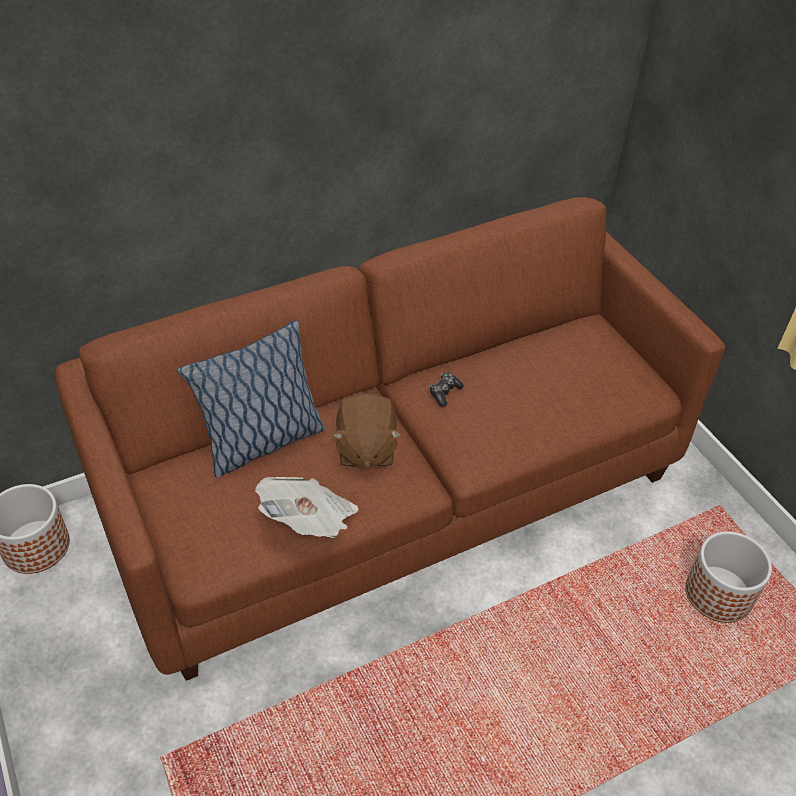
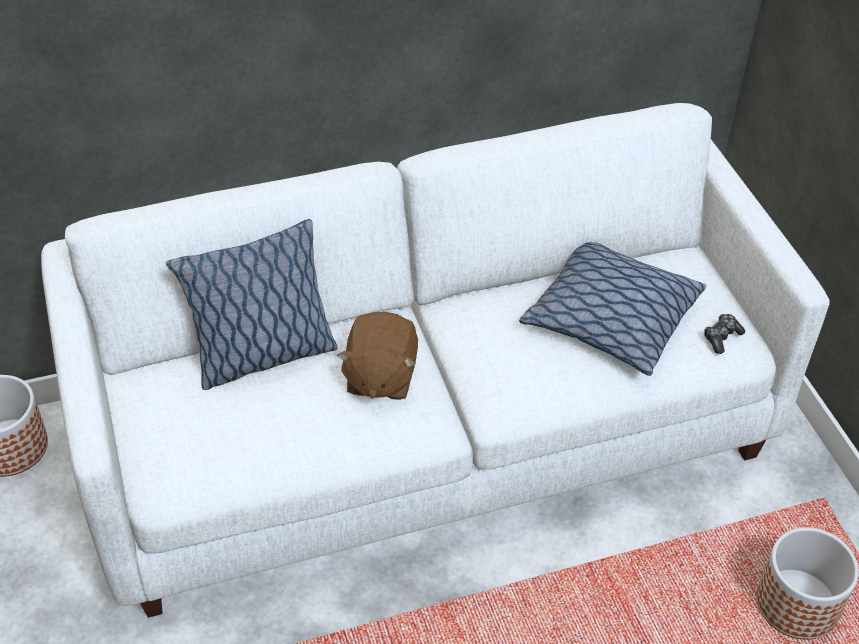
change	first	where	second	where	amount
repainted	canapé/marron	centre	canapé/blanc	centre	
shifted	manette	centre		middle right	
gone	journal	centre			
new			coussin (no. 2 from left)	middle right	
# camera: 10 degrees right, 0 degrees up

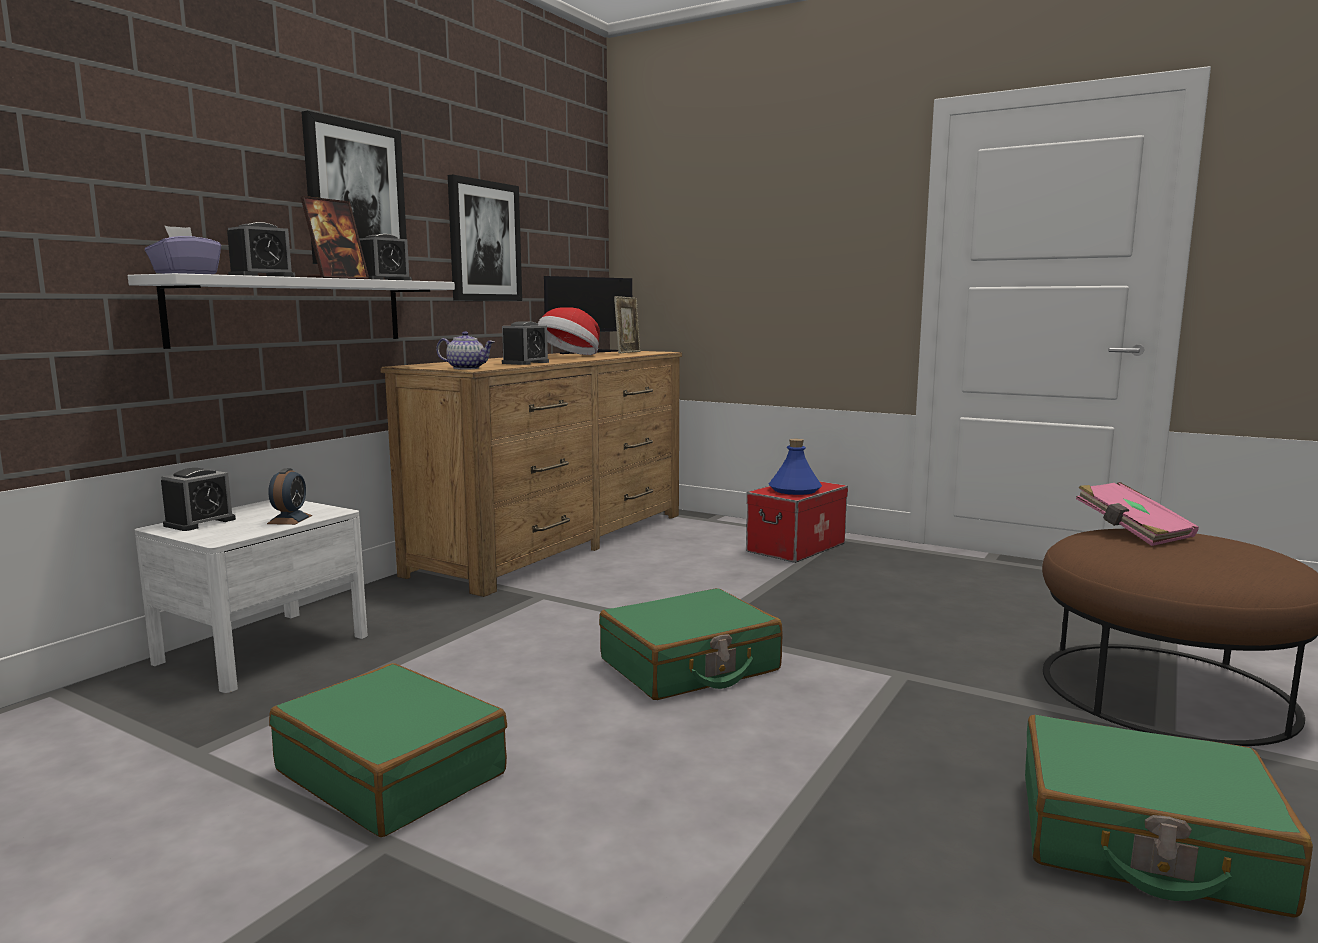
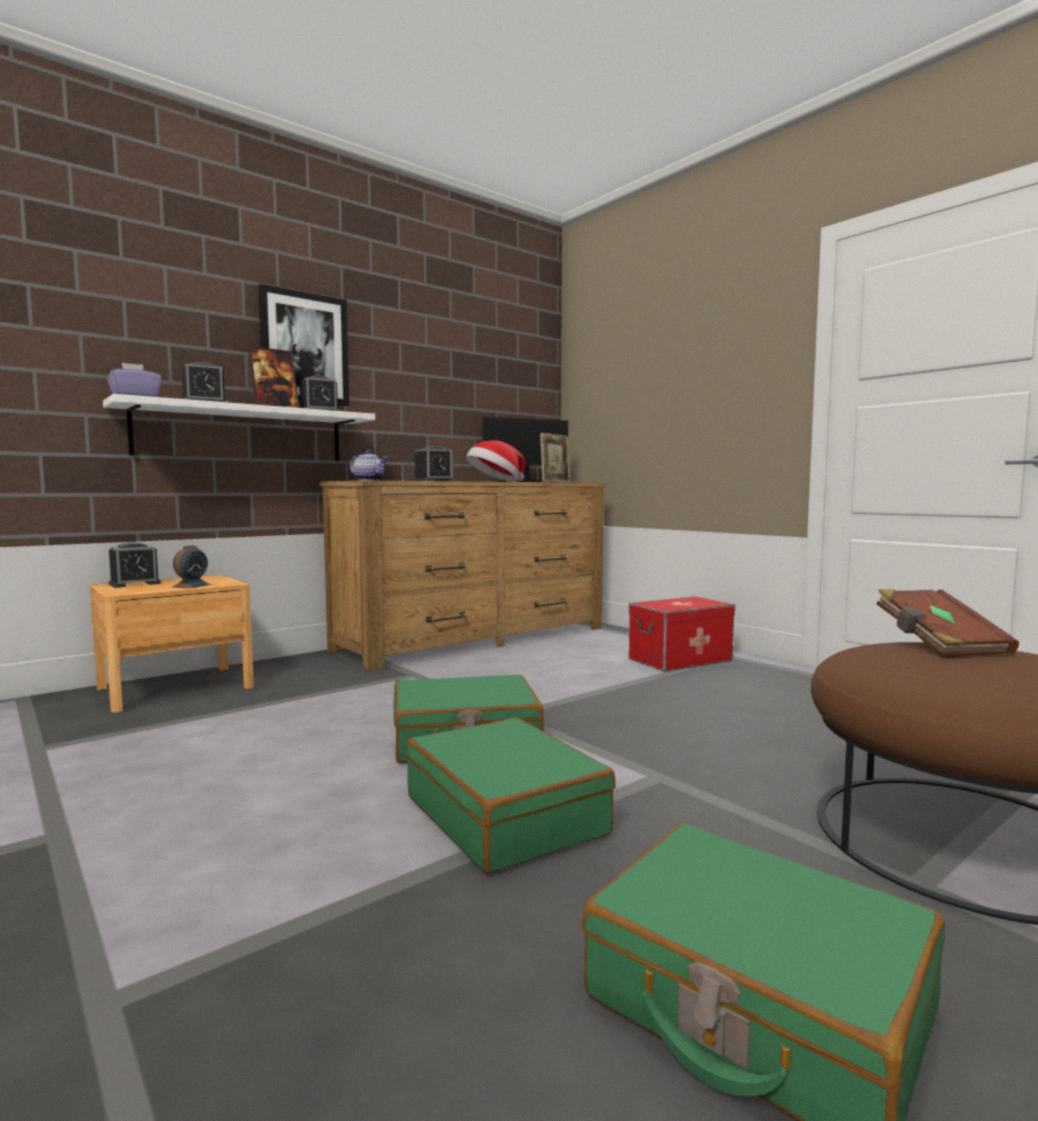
change	first	where	second	where	amount
gone	tableau (no. 2 from left)	top centre			
gone	bouteille/bleu	centre			
repainted	livre/rose	middle right	livre/marron	middle right	
repainted	table de chevet/blanc	middle left	table de chevet/marron	middle left	
shifted	valise/vert (no. 1 from left in the first image)	bottom left	valise/vert (no. 2 from left)	bottom centre	
# camera: 20 degrees right, 5 degrees down

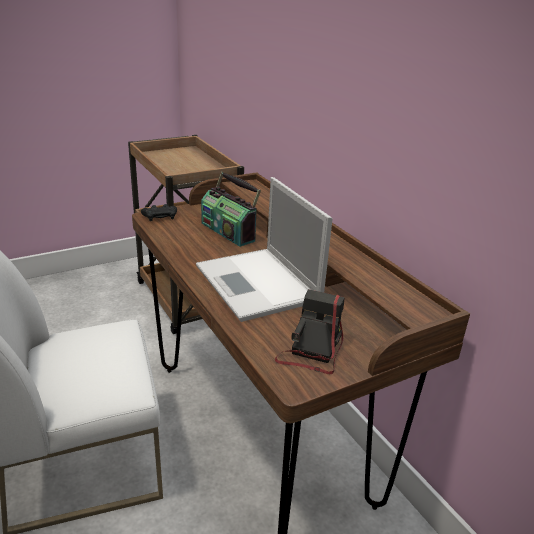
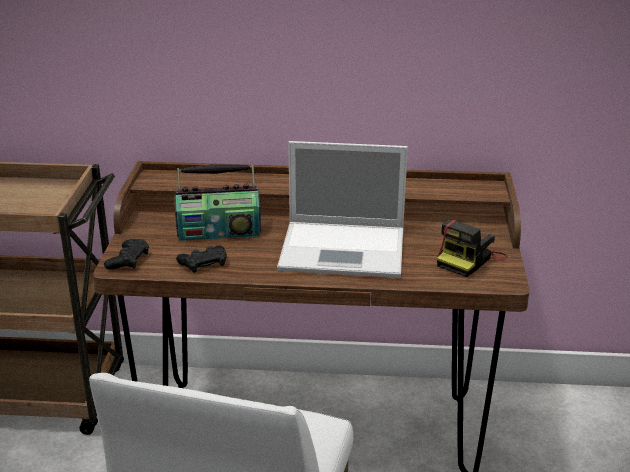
change	first	where	second	where	amount
rotated	appareil photo	centre		middle right	105 degrees counterclockwise
new			manette/noir (no. 2 from left)	middle left	
# camera: 55 degrees left, 0 degrees up

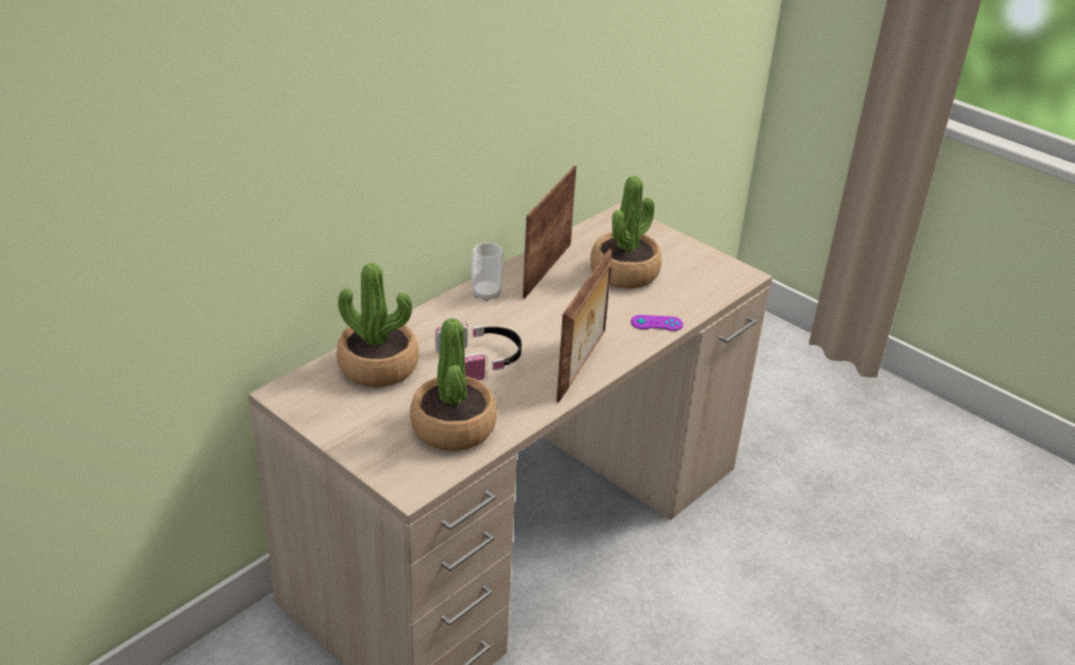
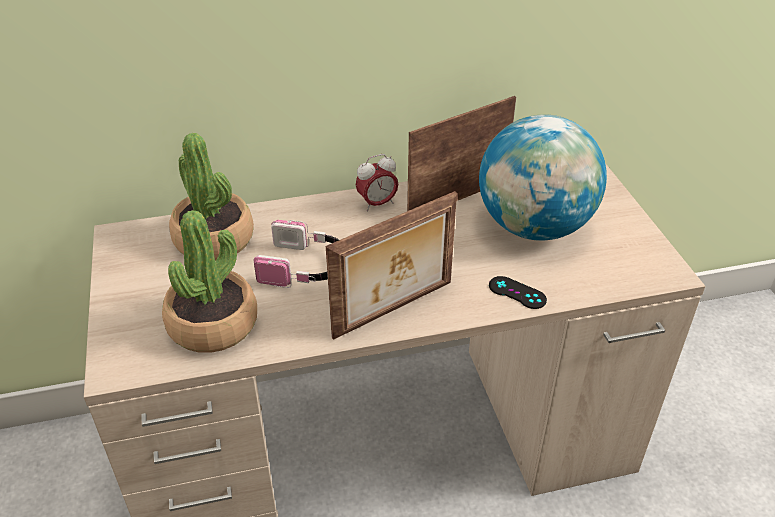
change	first	where	second	where	amount
swapped	plante en pot (no. 3 from left)	centre	globe	middle right	
swapped	tasse	centre	réveil	centre	
repainted	manette/violet	centre	manette/noir	middle right	
# camera: 35 degrees right, 5 degrees up

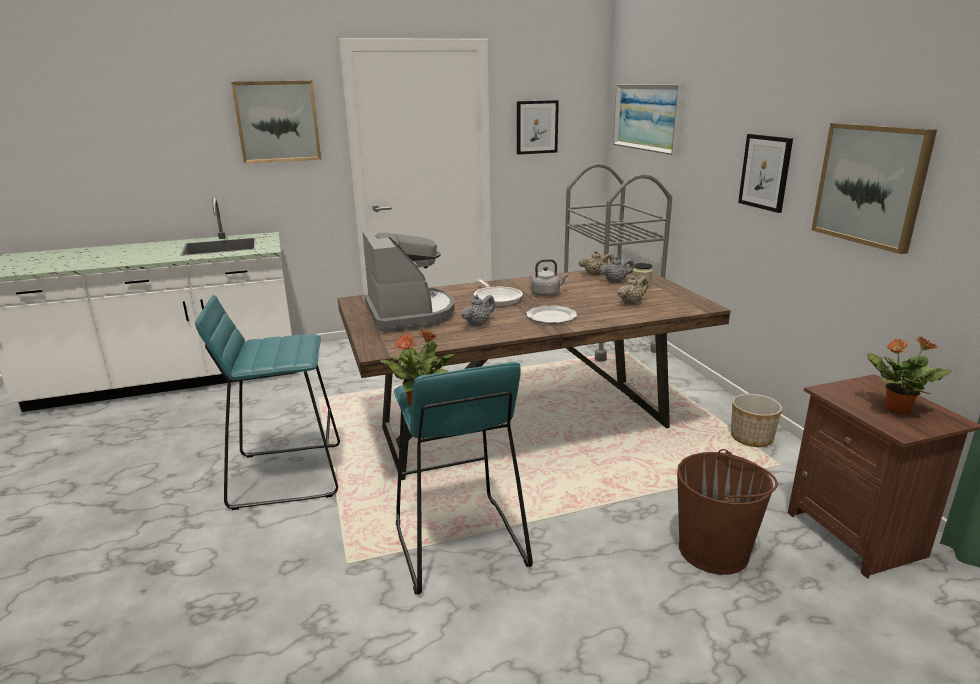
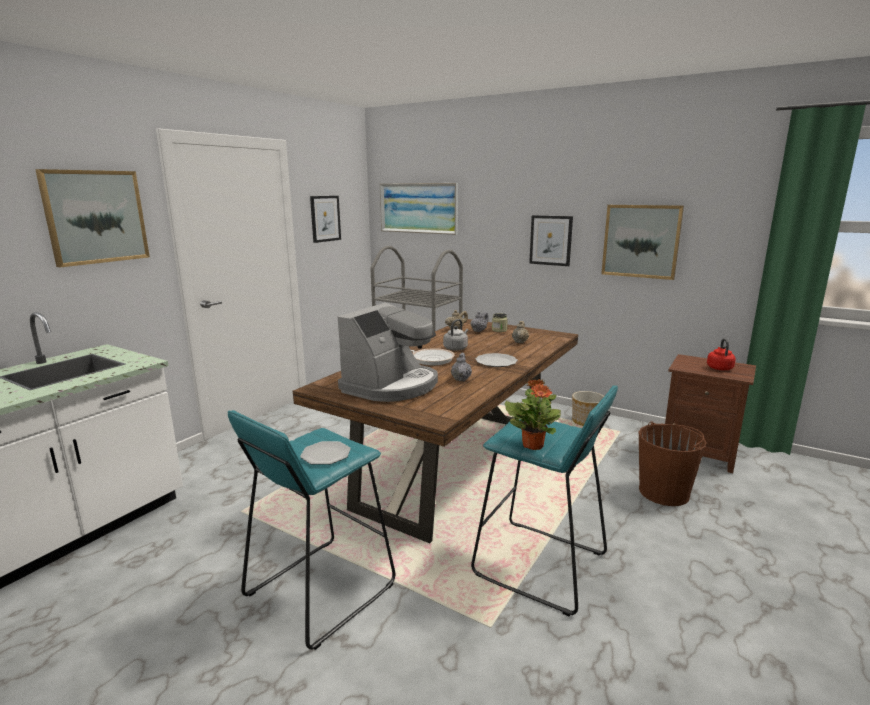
change	first	where	second	where	amount
rotated	machine à café	centre		centre	90 degrees clockwise
swapped	plante en pot (no. 2 from left)	middle right	bouilloire/rouge	middle right	
new			assiette (no. 1 from left)	centre	
# camera: 40 degrees left, 5 degrees down

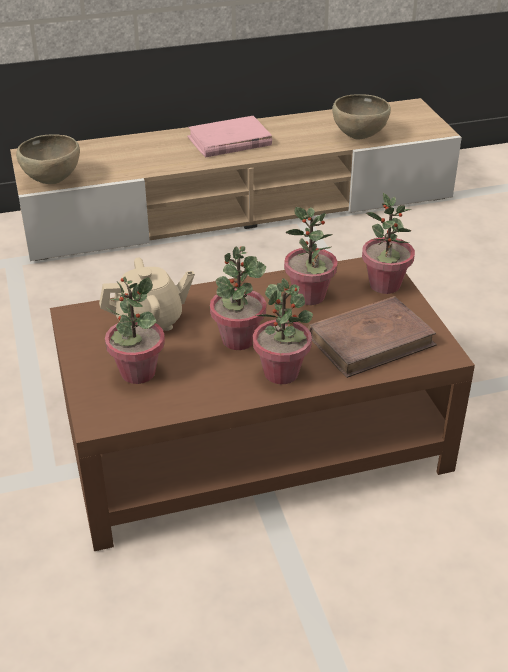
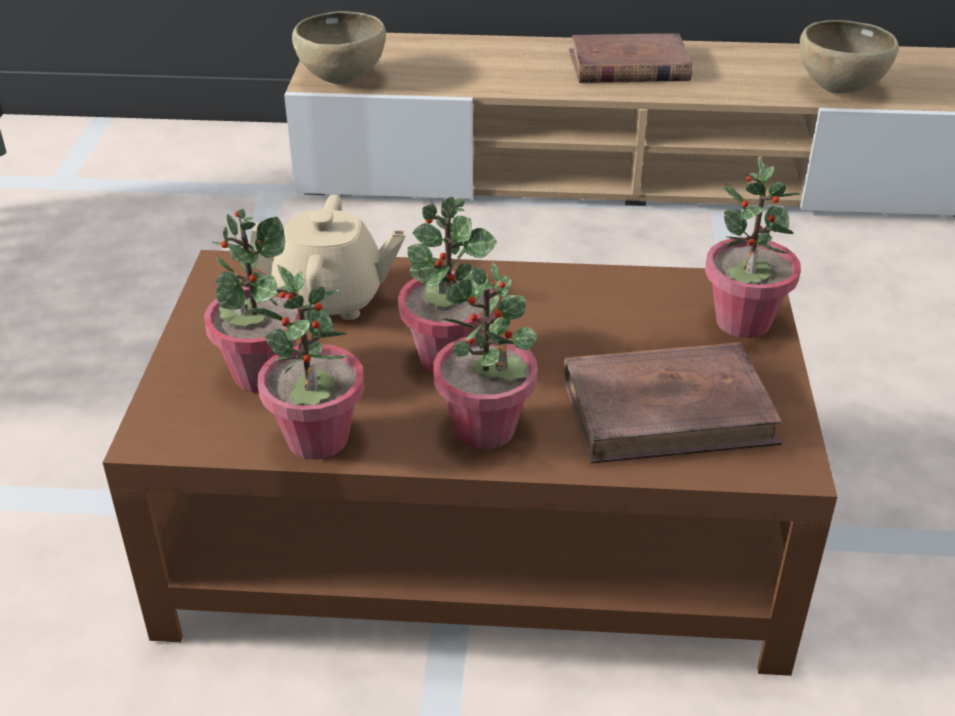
change	first	where	second	where	amount
repainted	livre/rose	top centre	livre/marron (no. 1 from left)	top centre	
shifted	plante en pot (no. 4 from left in the first image)	centre	plante en pot (no. 2 from left)	middle left	
# camera: 20 degrees right, 0 degrees up

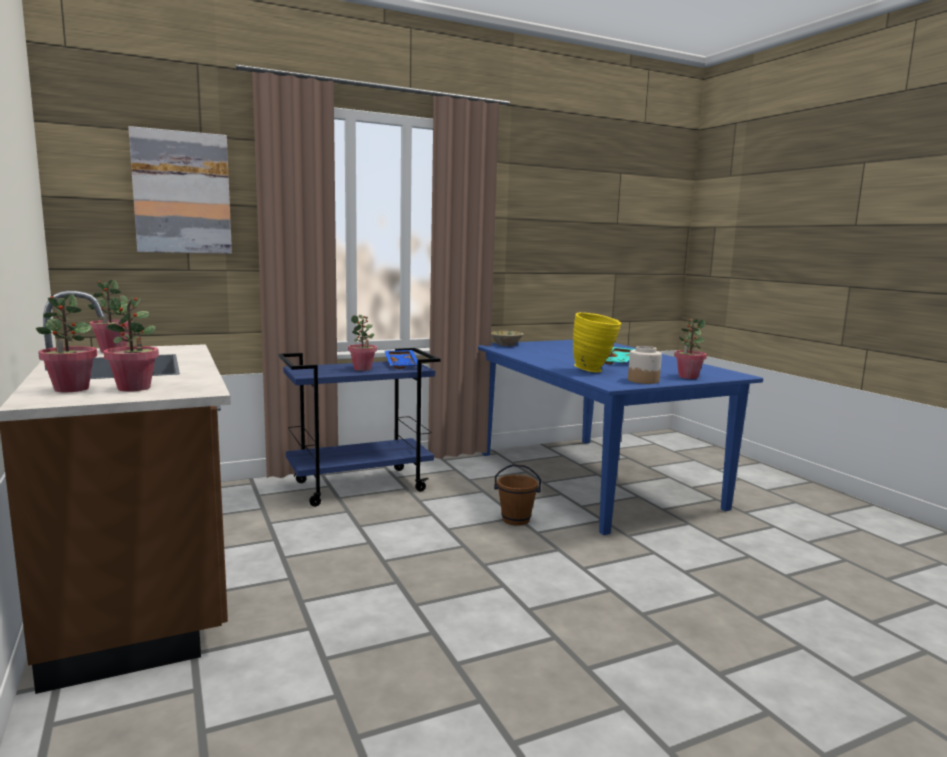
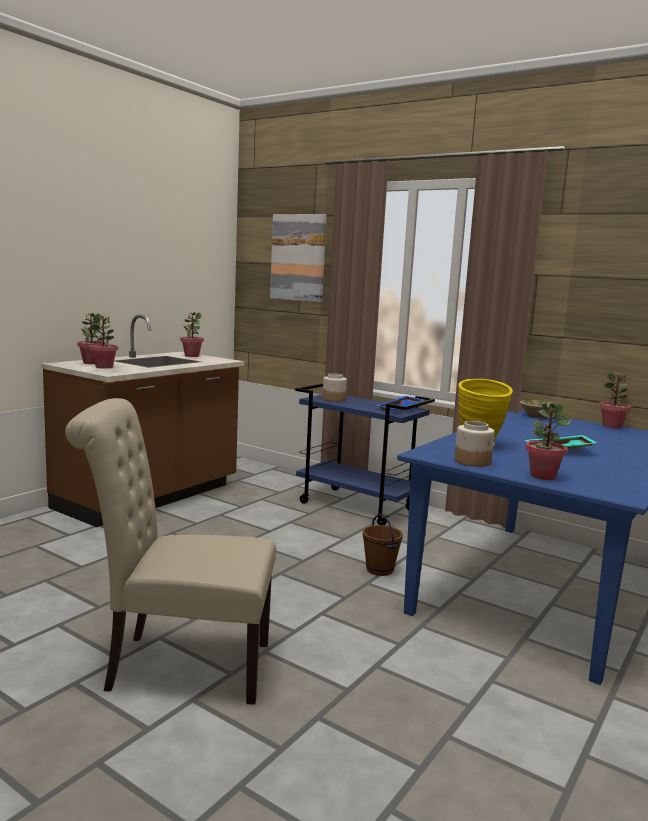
change	first	where	second	where	amount
shifted	plante en pot (no. 4 from left in the first image)	centre	plante en pot (no. 5 from left)	middle right	
new			bocal (no. 1 from left)	centre	
new			chaise/beige	bottom left	
# camera: 60 degrees right, 0 degrees up

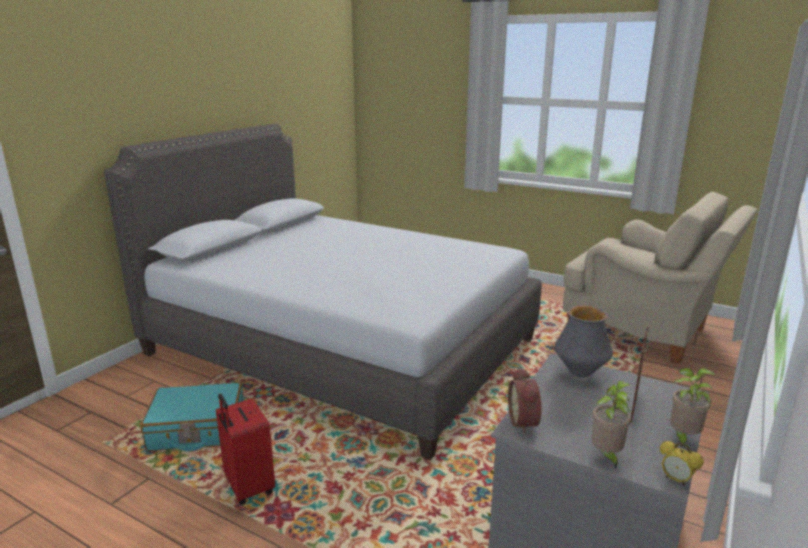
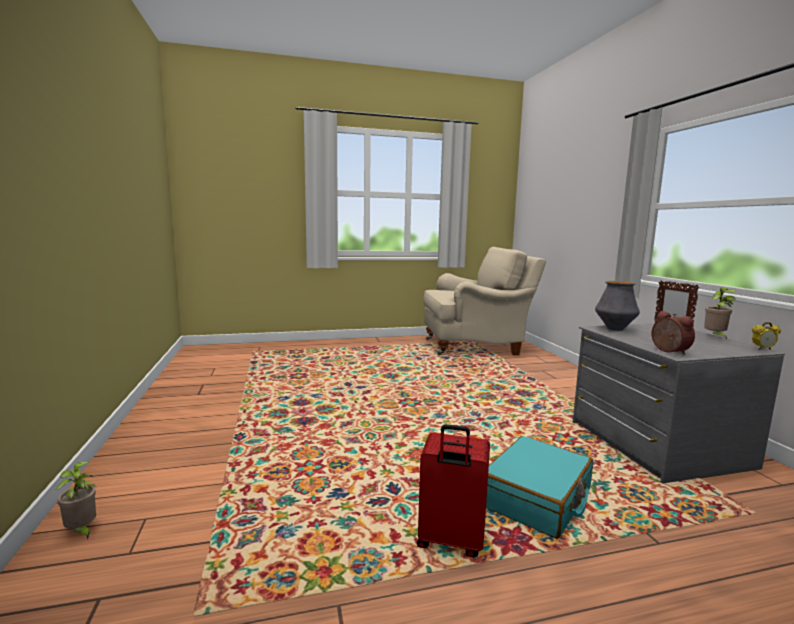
change	first	where	second	where	amount
gone	lit/gris	centre			
rotated	réveil (no. 1 from left)	bottom centre		middle right	150 degrees counterclockwise
shifted	plante en pot (no. 1 from left)	bottom right		bottom left	
shifted	valise/turquoise	bottom left		bottom right	
# camera: 45 degrees left, 10 degrees down

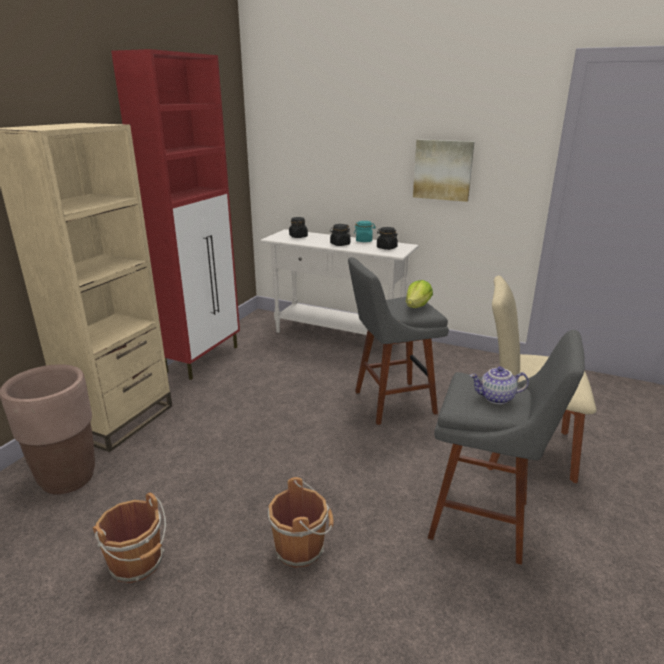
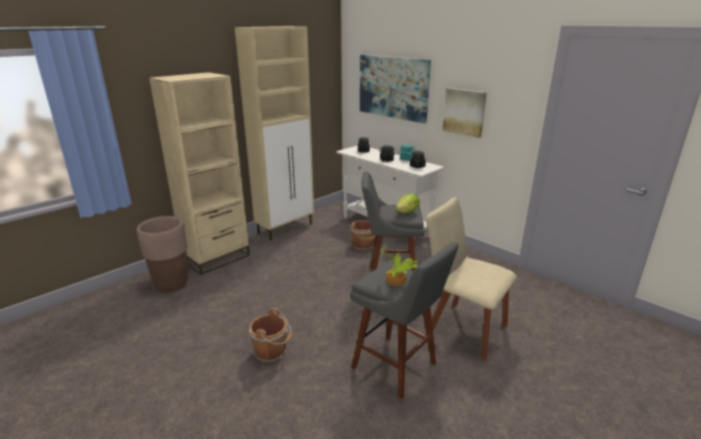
change	first	where	second	where	amount
repainted	meuble de rangement/rouge	top left	meuble de rangement/beige	top centre	
swapped	théière	middle right	plante en pot	centre	
shifted	seau/marron (no. 1 from left in the first image)	bottom left	seau/marron (no. 2 from left)	centre	
new			tableau (no. 1 from left)	top centre	
# camera: 20 degrees right, 0 degrees up

